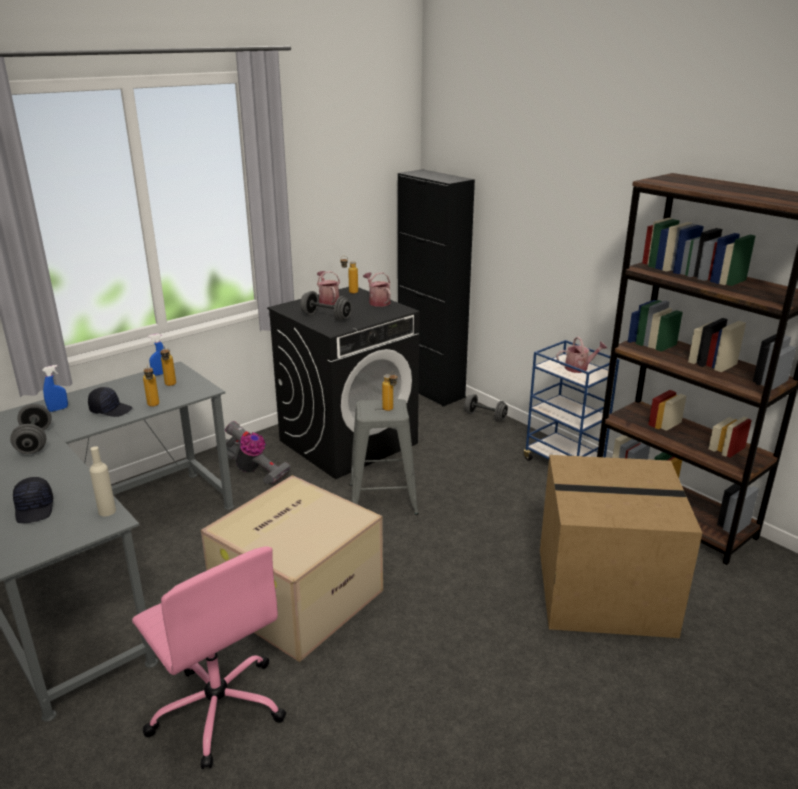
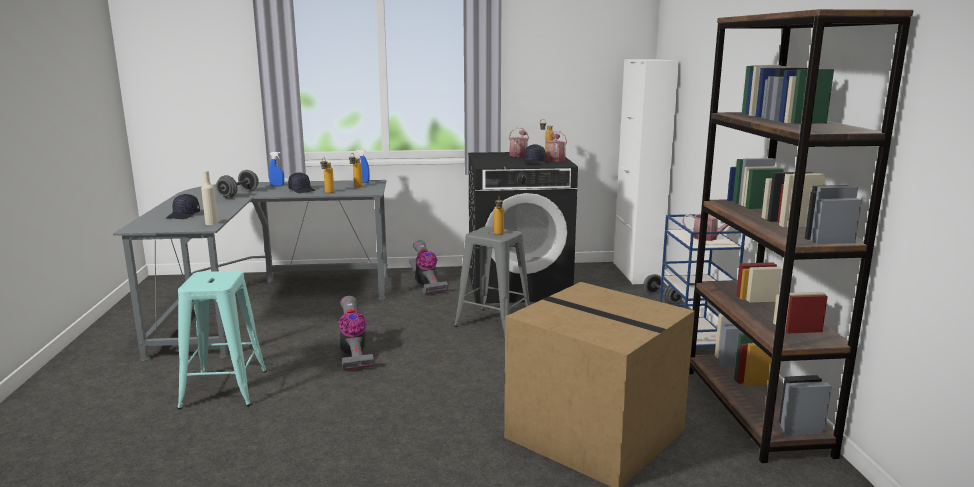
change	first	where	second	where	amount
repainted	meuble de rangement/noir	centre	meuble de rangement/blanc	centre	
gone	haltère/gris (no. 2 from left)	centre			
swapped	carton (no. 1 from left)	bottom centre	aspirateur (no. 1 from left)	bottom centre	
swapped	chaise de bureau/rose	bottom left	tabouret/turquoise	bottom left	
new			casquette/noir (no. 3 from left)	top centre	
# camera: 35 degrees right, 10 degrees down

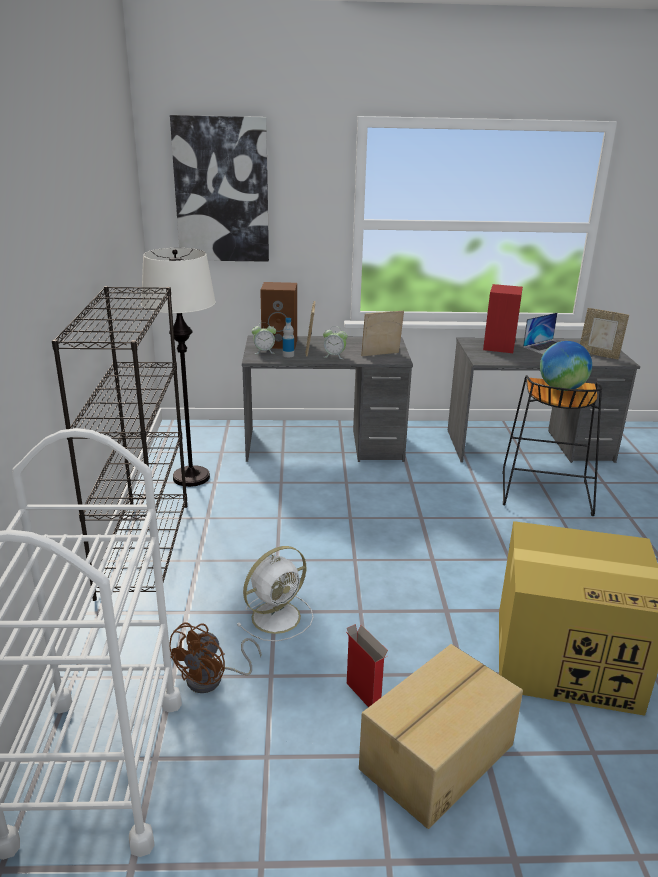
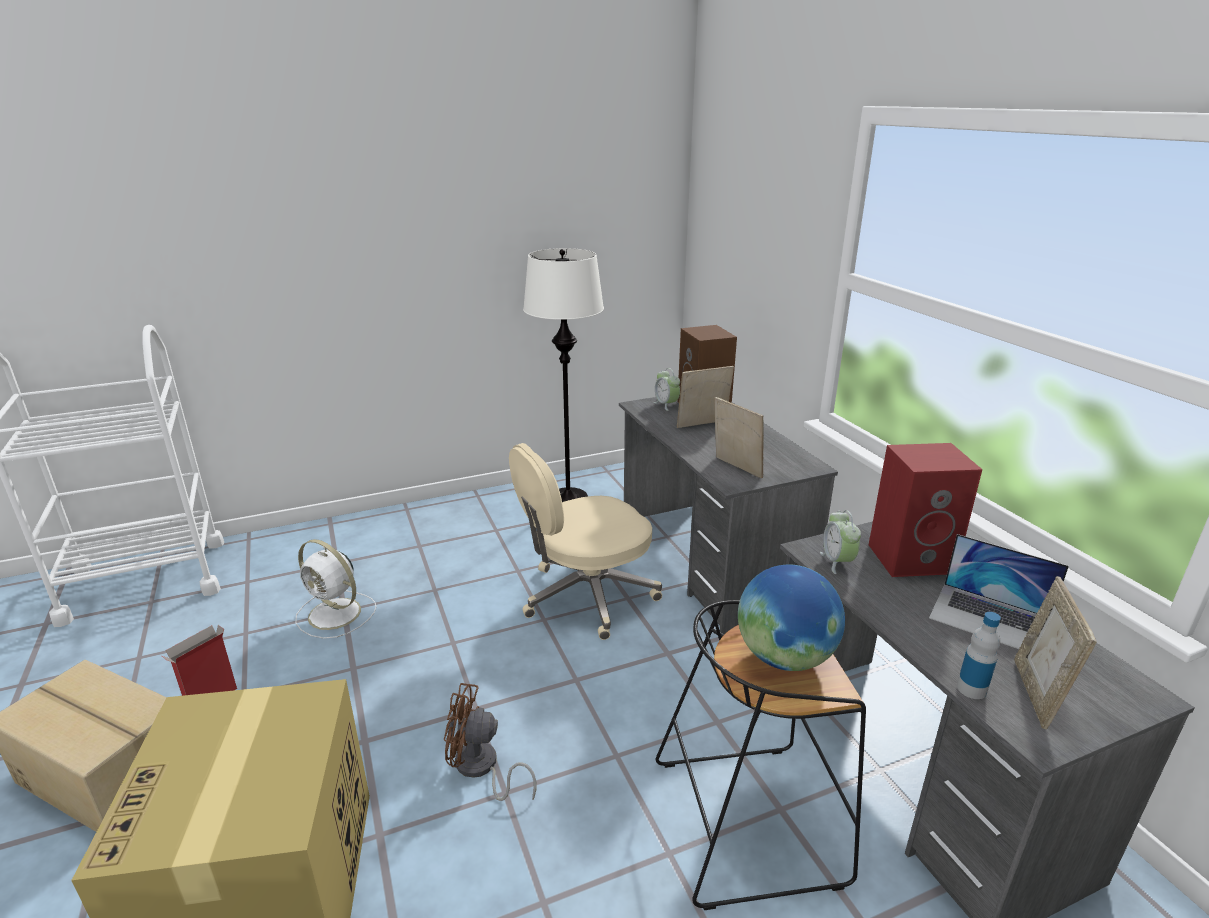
change	first	where	second	where	amount
gone	tableau	top left			
gone	bibliothèque/noir	middle left			
shifted	bouteille	centre		bottom right	
shifted	réveil (no. 2 from left)	centre		middle right	
shifted	ventilateur/marron	bottom left		bottom centre	
new			chaise de bureau/beige	centre	
# camera: 70 degrees right, 0 degrees up

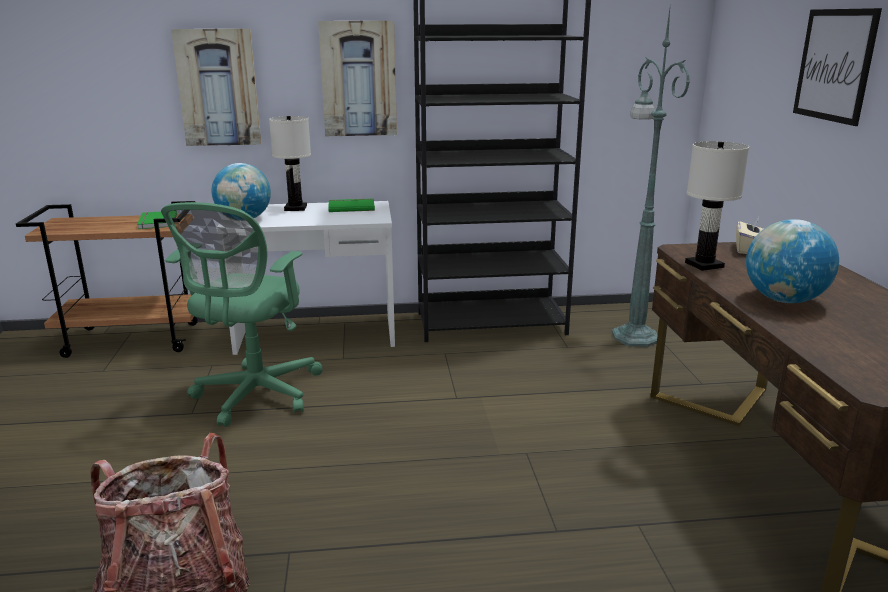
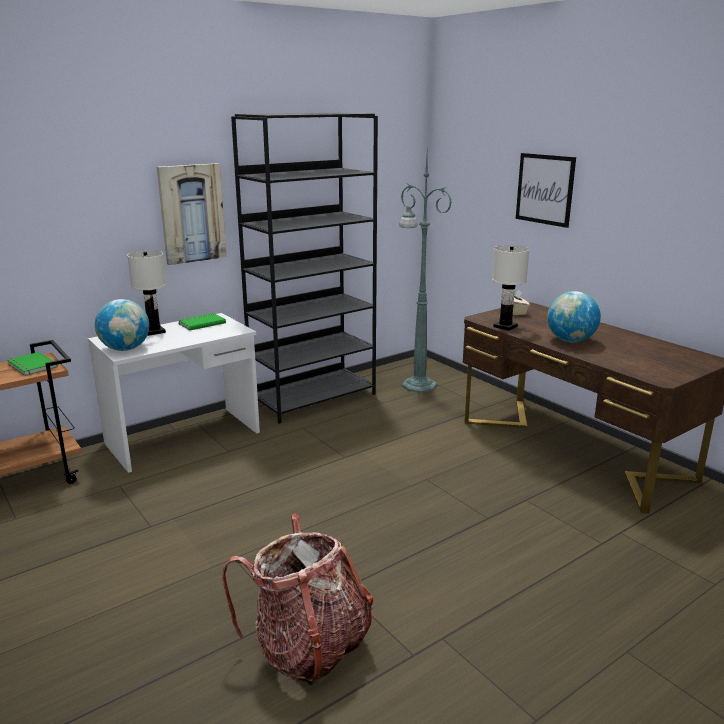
change	first	where	second	where	amount
gone	tableau (no. 1 from left)	top left			
gone	chaise de bureau/vert	middle left			
# camera: 30 degrees left, 0 degrees up

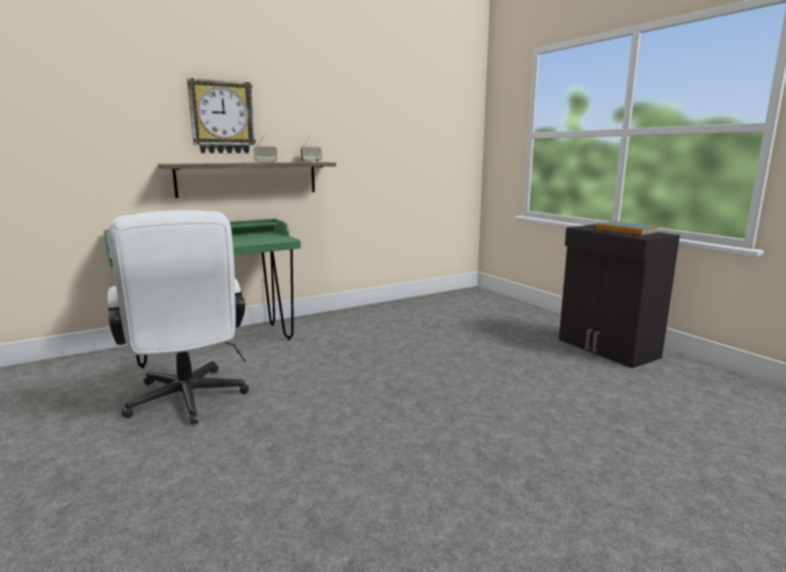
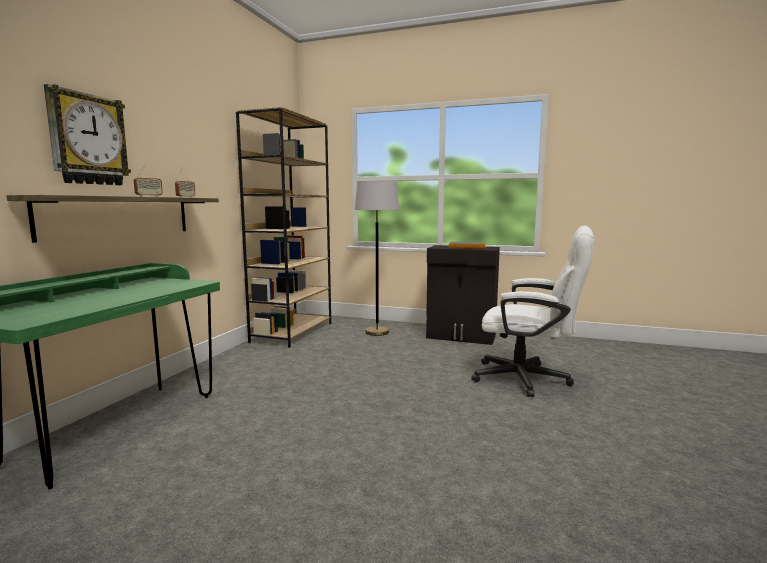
change	first	where	second	where	amount
shifted	chaise de bureau/blanc	middle left		middle right	
new			bibliothèque/marron	centre	
new			lampadaire/gris	centre	
# camera: 40 degrees left, 5 degrees down

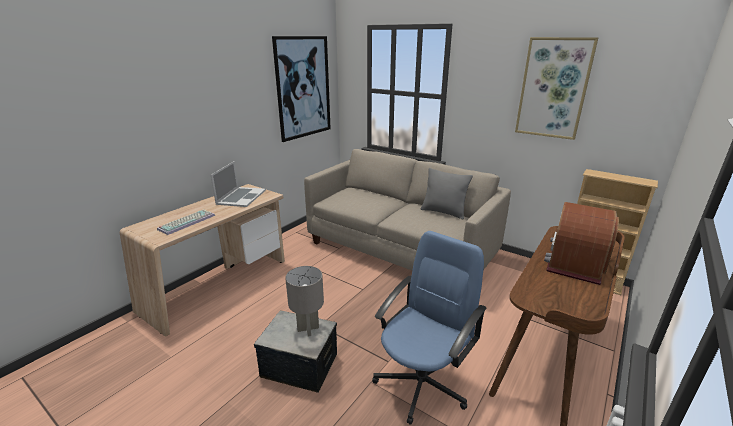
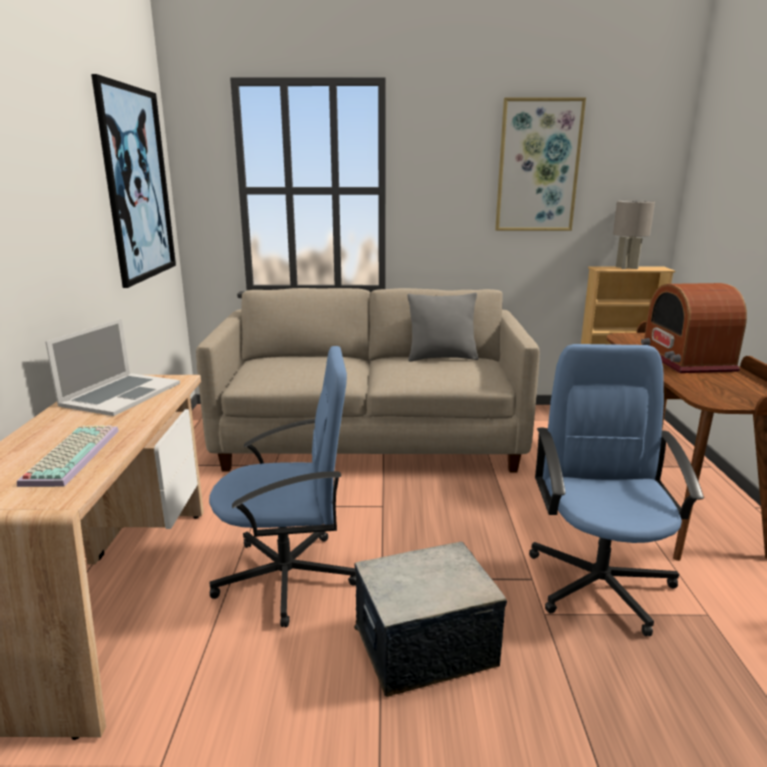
change	first	where	second	where	amount
rotated	ordinateur portable	middle left		middle left	45 degrees clockwise
shifted	lampe de table/gris	bottom centre		top right	
new			chaise de bureau/bleu (no. 1 from left)	centre	
# camera: 35 degrees left, 5 degrees down

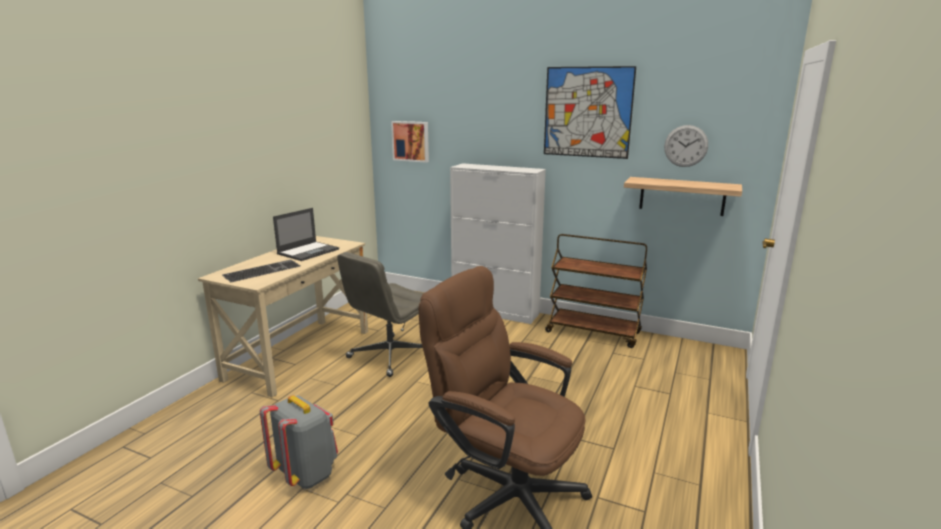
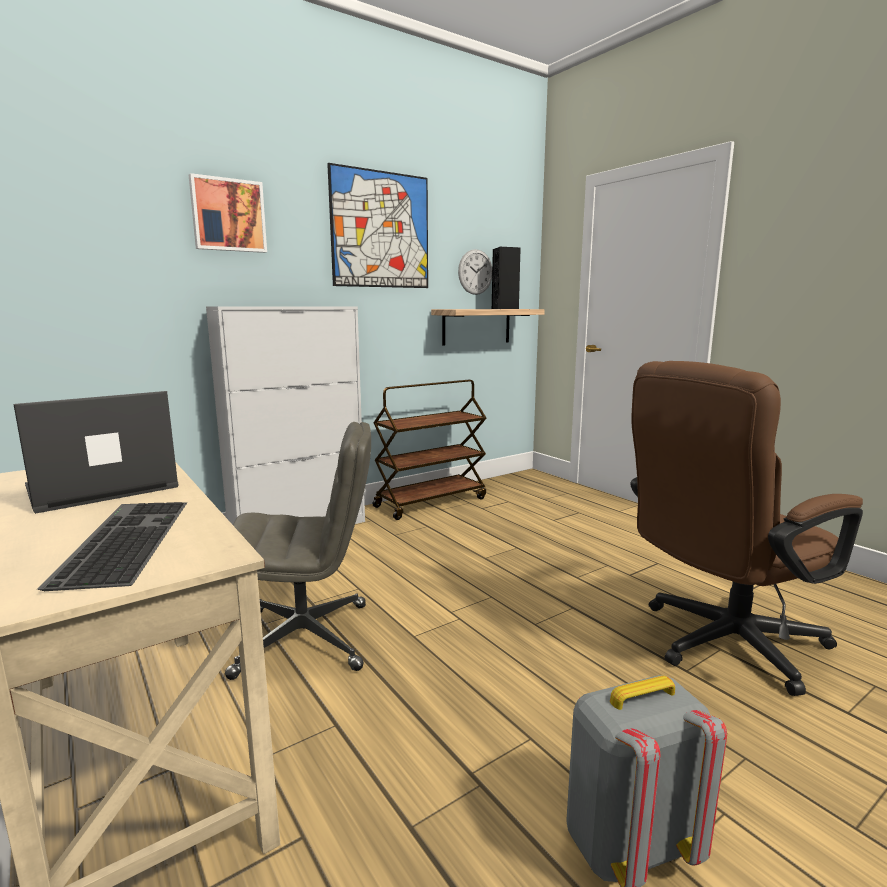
change	first	where	second	where	amount
shifted	tableau (no. 1 from left)	top centre		top left	
rotated	ordinateur portable	middle left		middle left	105 degrees counterclockwise
rotated	chaise de bureau/gris	centre		centre	75 degrees counterclockwise
new			enceinte/noir	top centre	
# camera: 60 degrees left, 5 degrees down

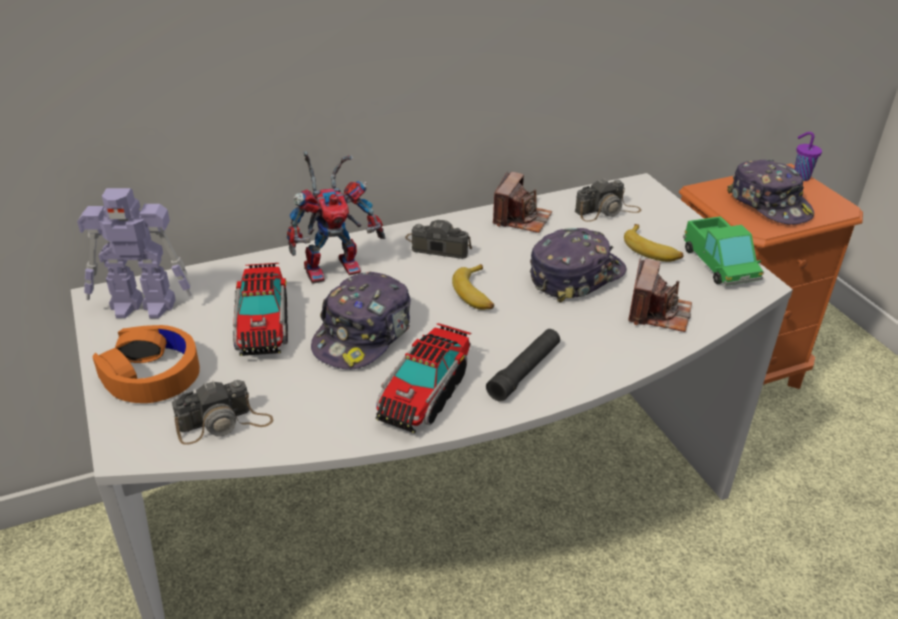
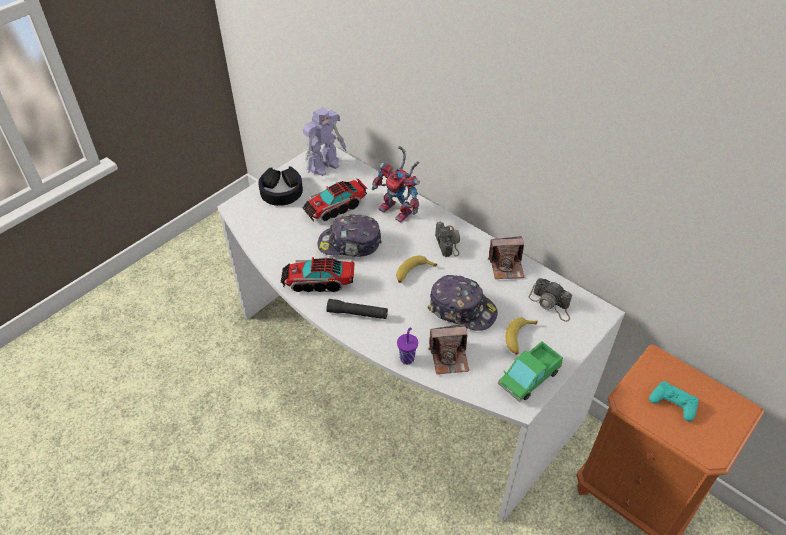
change	first	where	second	where	amount
shifted	tasse/violet	top right		centre	
swapped	casquette (no. 3 from left)	top right	manette/turquoise	bottom right	
rotated	robot jouet (no. 1 from left)	middle left		top centre	105 degrees counterclockwise
repainted	casque audio/orange	middle left	casque audio/noir	centre	
gone	appareil photo (no. 1 from left)	middle left			
# camera: 65 degrees right, 10 degrees up

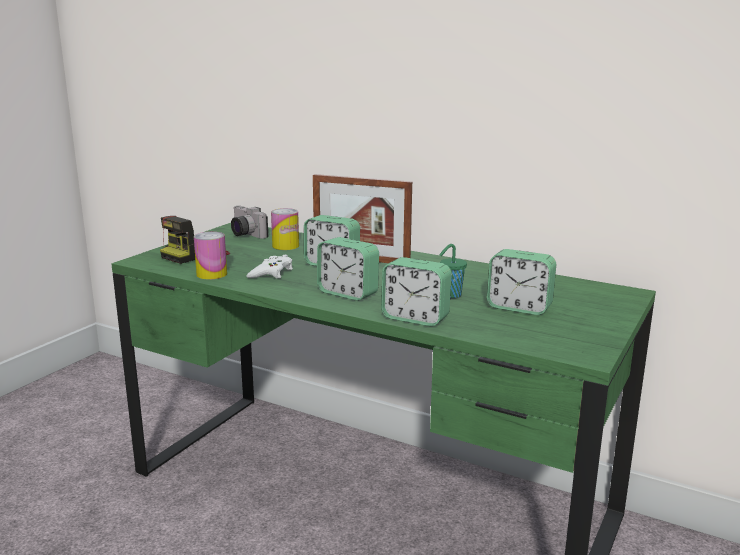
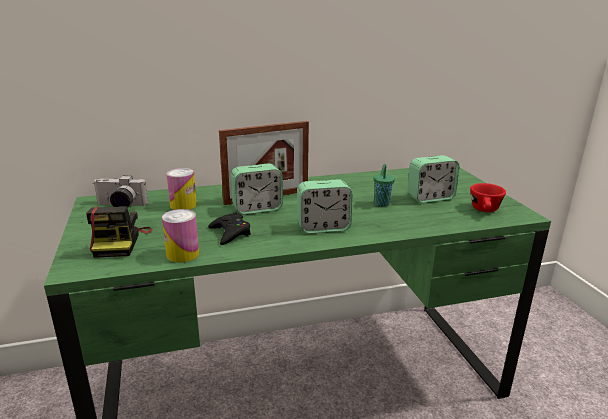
change	first	where	second	where	amount
repainted	manette/blanc	centre	manette/noir	centre	
gone	réveil (no. 3 from left)	centre			
new			tasse/rouge	middle right	
# camera: 45 degrees left, 5 degrees up

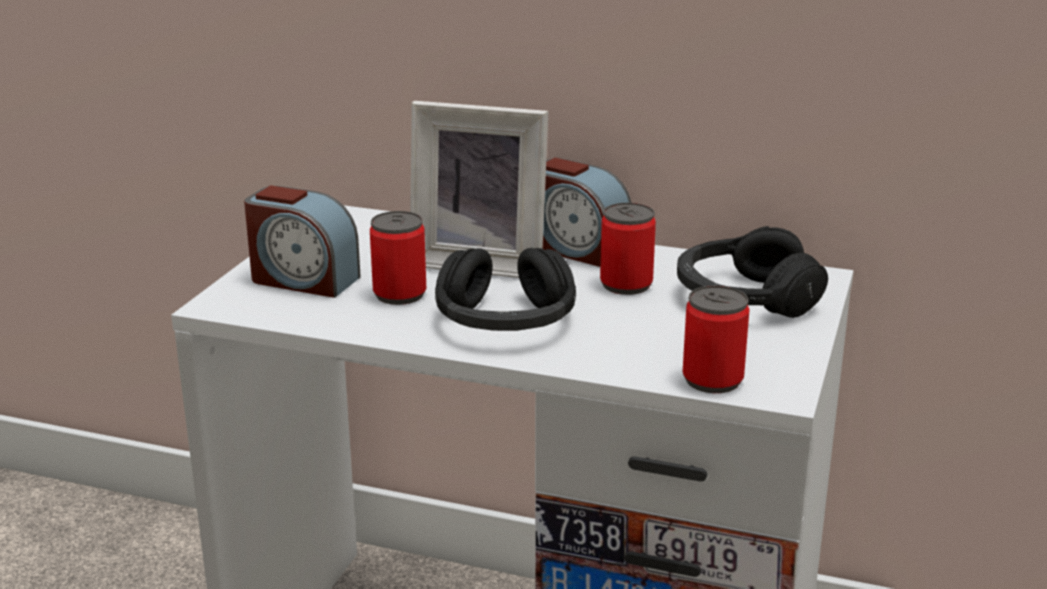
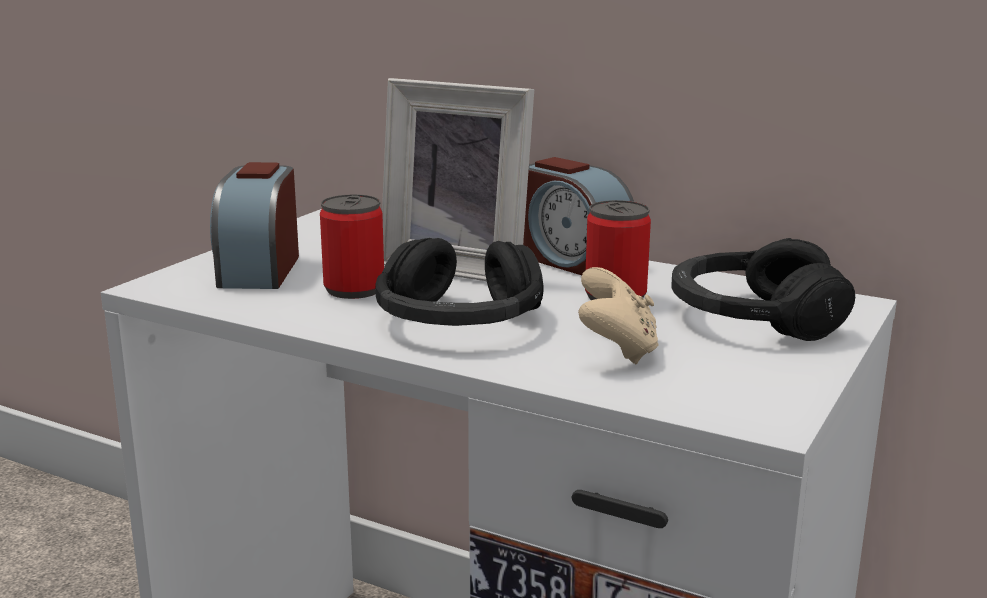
change	first	where	second	where	amount
rotated	réveil (no. 1 from left)	middle left		middle left	60 degrees clockwise
gone	boîte métallique (no. 3 from left)	middle right			
new			manette/beige	centre	
# camera: 10 degrees right, 5 degrees down

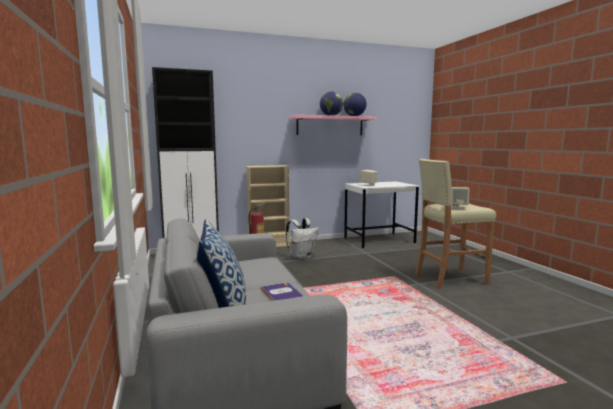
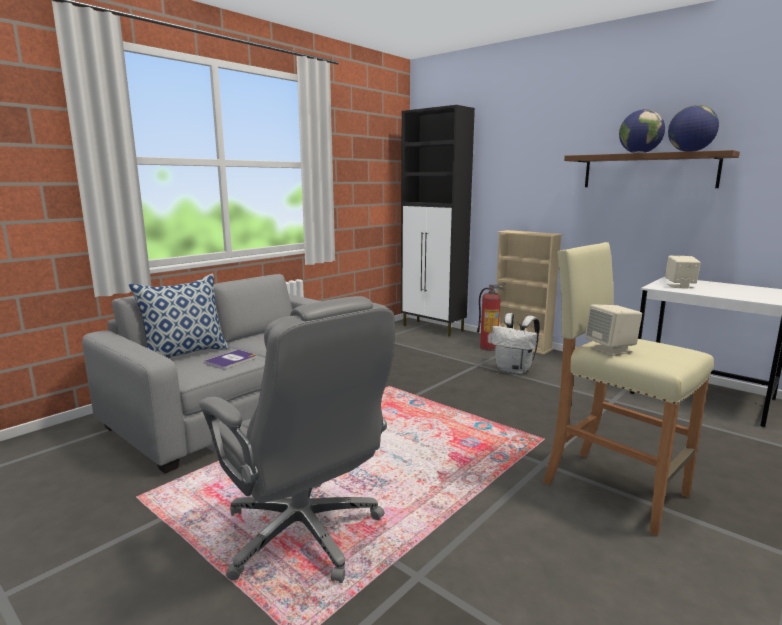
change	first	where	second	where	amount
repainted	étagère/rose	top centre	étagère/marron	top right	
new			chaise de bureau/gris	bottom centre	
# camera: 60 degrees right, 5 degrees up

